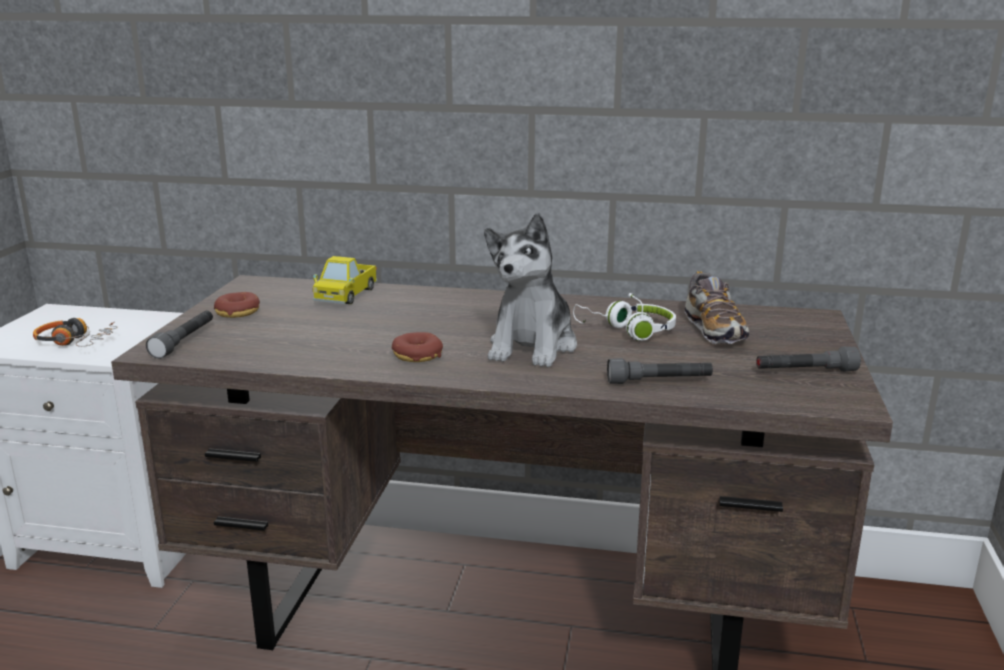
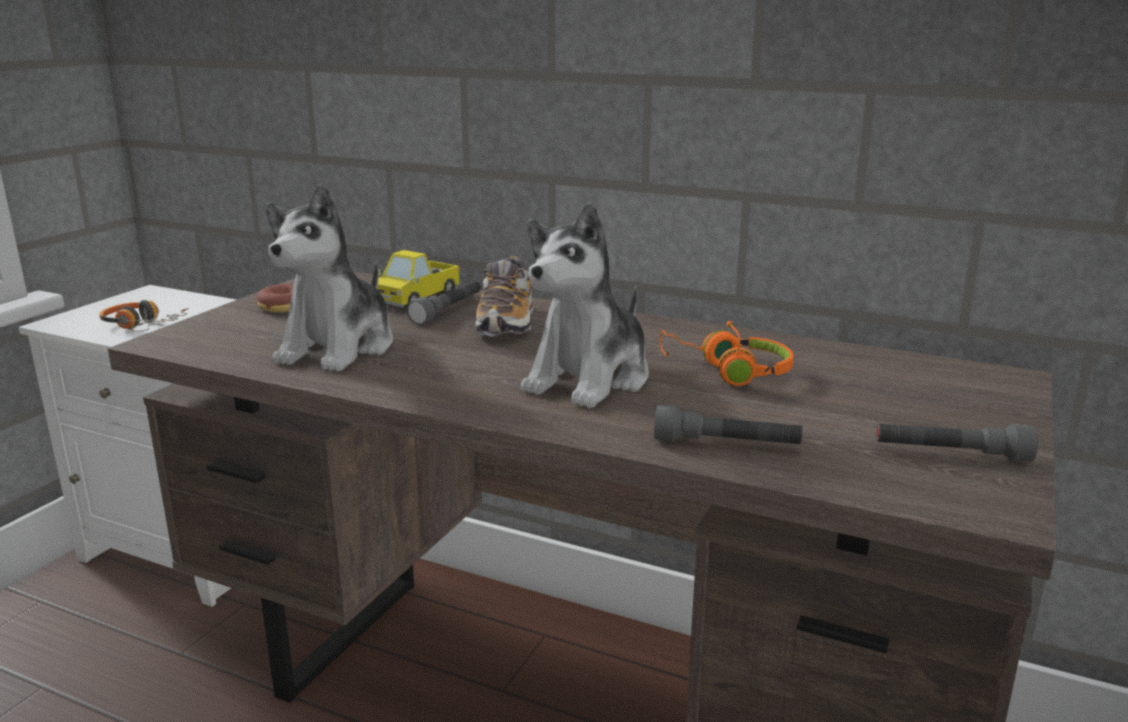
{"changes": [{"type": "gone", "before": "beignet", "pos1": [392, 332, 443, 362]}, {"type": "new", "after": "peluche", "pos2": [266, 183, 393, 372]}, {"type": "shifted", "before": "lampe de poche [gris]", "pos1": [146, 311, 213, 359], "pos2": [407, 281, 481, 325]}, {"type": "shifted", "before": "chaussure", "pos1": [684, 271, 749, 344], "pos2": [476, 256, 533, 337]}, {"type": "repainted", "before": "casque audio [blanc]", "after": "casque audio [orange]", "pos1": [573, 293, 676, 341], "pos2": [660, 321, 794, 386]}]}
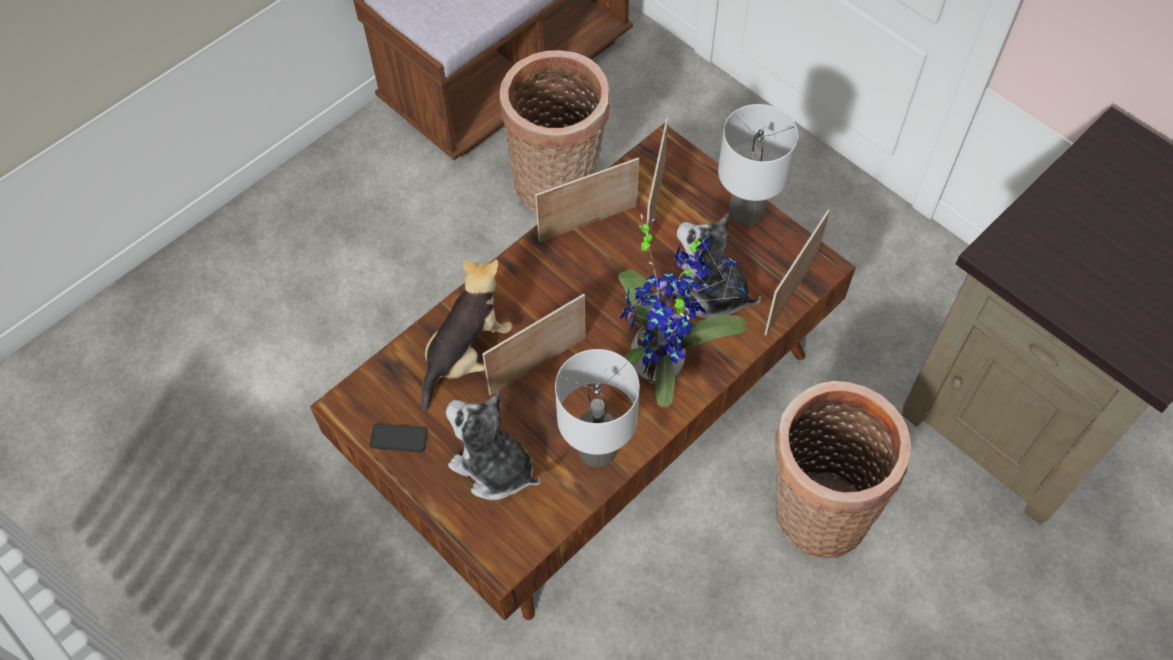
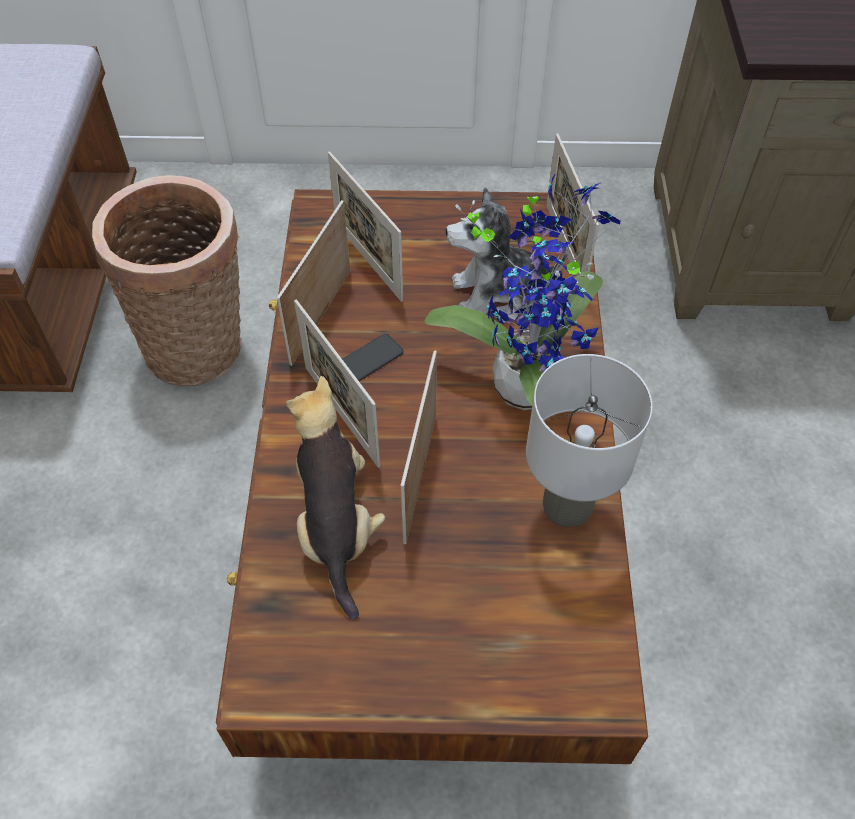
{"changes": [{"type": "gone", "before": "peluche", "pos1": [446, 391, 541, 500]}, {"type": "gone", "before": "lampe de table [blanc]", "pos1": [718, 104, 798, 226]}, {"type": "gone", "before": "panier", "pos1": [775, 381, 912, 558]}, {"type": "new", "after": "cadre photo", "pos2": [294, 300, 380, 468]}, {"type": "shifted", "before": "téléphone", "pos1": [369, 423, 428, 452], "pos2": [342, 334, 403, 381]}]}
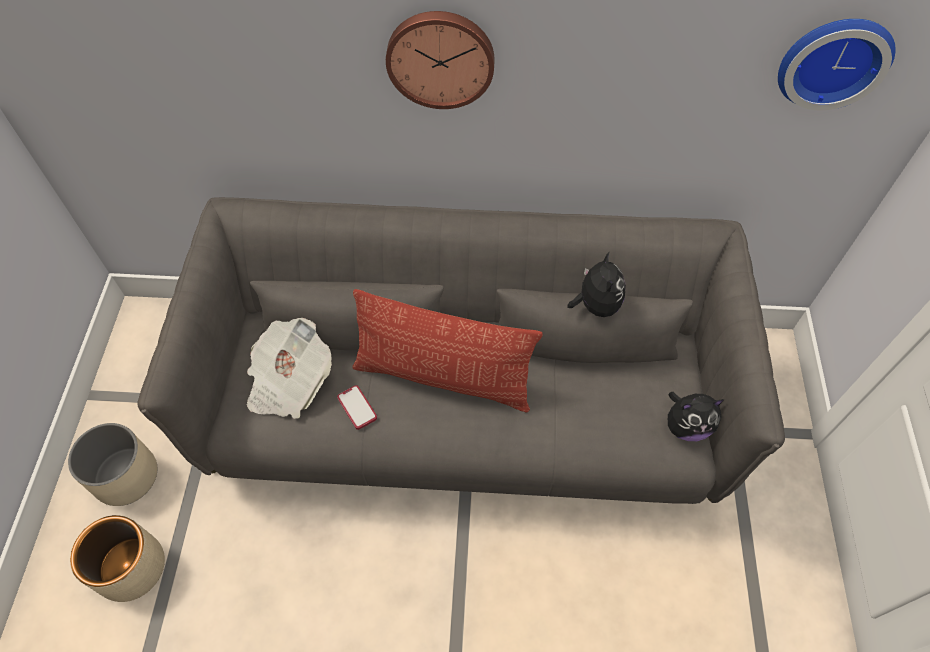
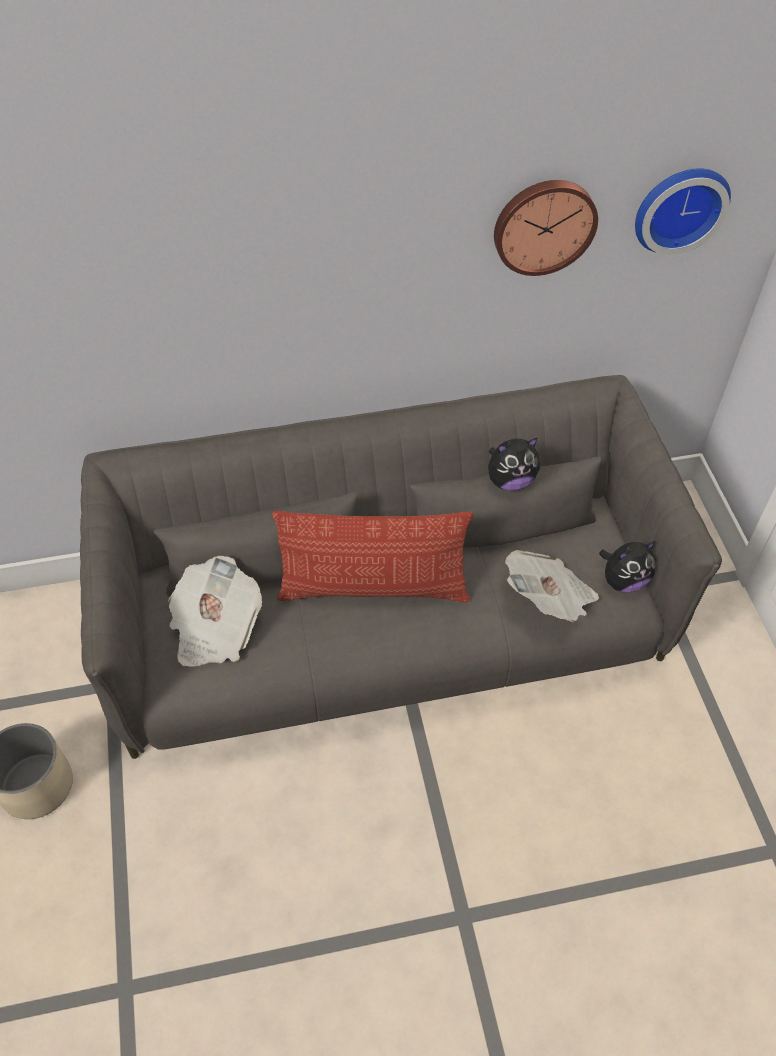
{"changes": [{"type": "gone", "before": "cache-pot [beige]", "pos1": [70, 515, 165, 602]}, {"type": "gone", "before": "téléphone", "pos1": [337, 385, 377, 430]}, {"type": "new", "after": "journal", "pos2": [505, 550, 599, 622]}, {"type": "shifted", "before": "horloge murale", "pos1": [386, 11, 495, 109], "pos2": [494, 180, 598, 276]}, {"type": "rotated", "before": "peluche", "pos1": [567, 251, 626, 317], "pos2": [488, 437, 540, 491], "turn": 90}]}
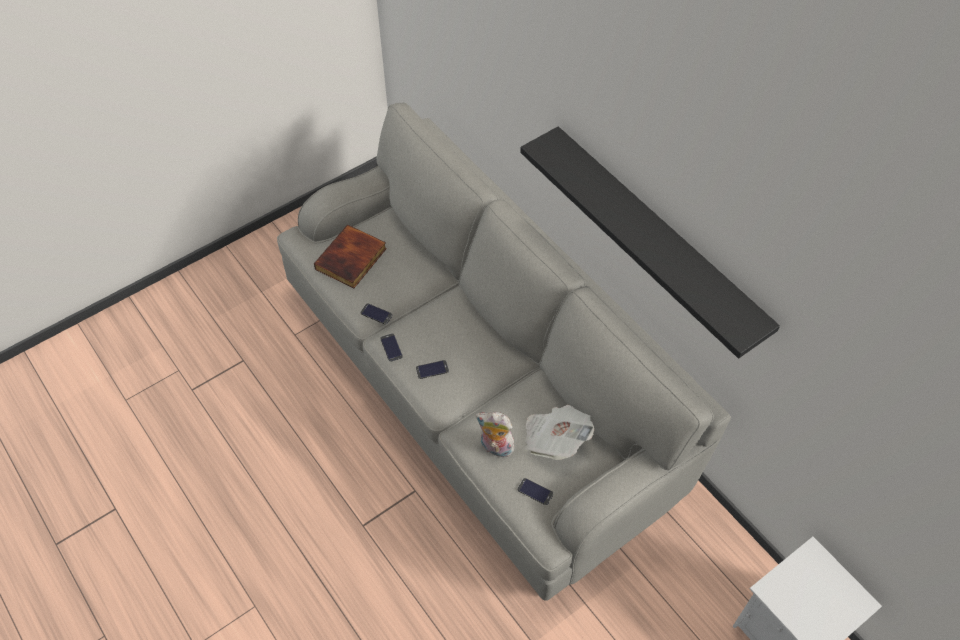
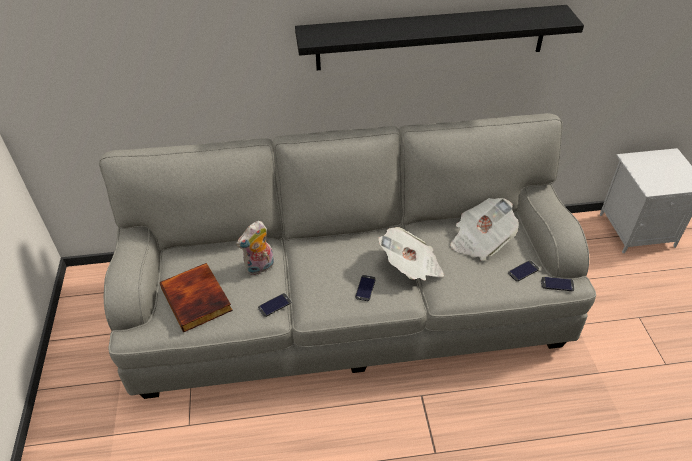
{"changes": [{"type": "new", "after": "journal", "pos2": [379, 227, 444, 281]}, {"type": "shifted", "before": "téléphone", "pos1": [380, 333, 403, 362], "pos2": [541, 277, 574, 291]}, {"type": "shifted", "before": "peluche", "pos1": [476, 412, 514, 457], "pos2": [236, 221, 274, 275]}]}
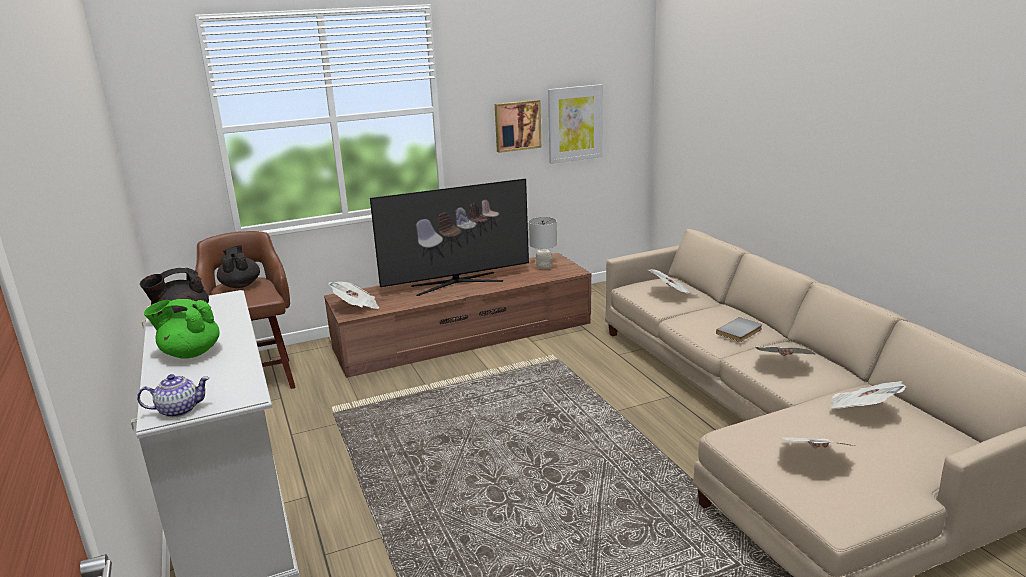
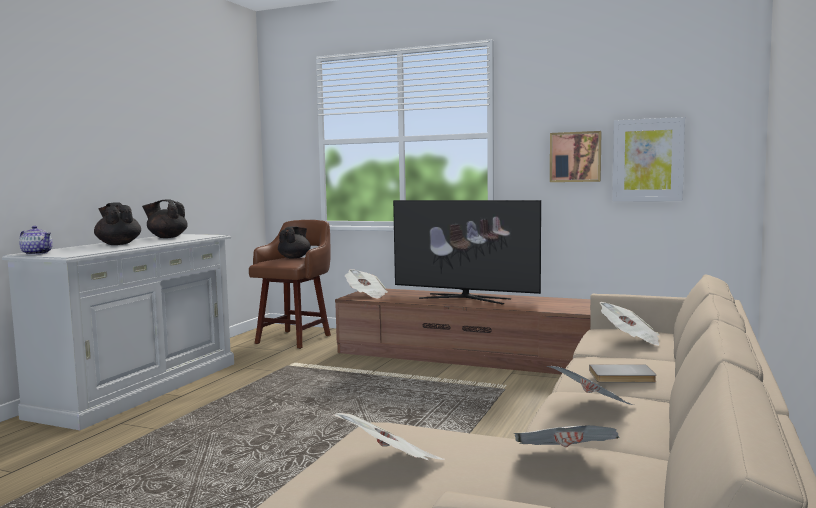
{"changes": [{"type": "gone", "before": "lampe de table [gris]", "pos1": [529, 217, 557, 269]}, {"type": "repainted", "before": "théière [vert]", "after": "théière [noir]", "pos1": [144, 299, 220, 359], "pos2": [94, 202, 141, 245]}]}
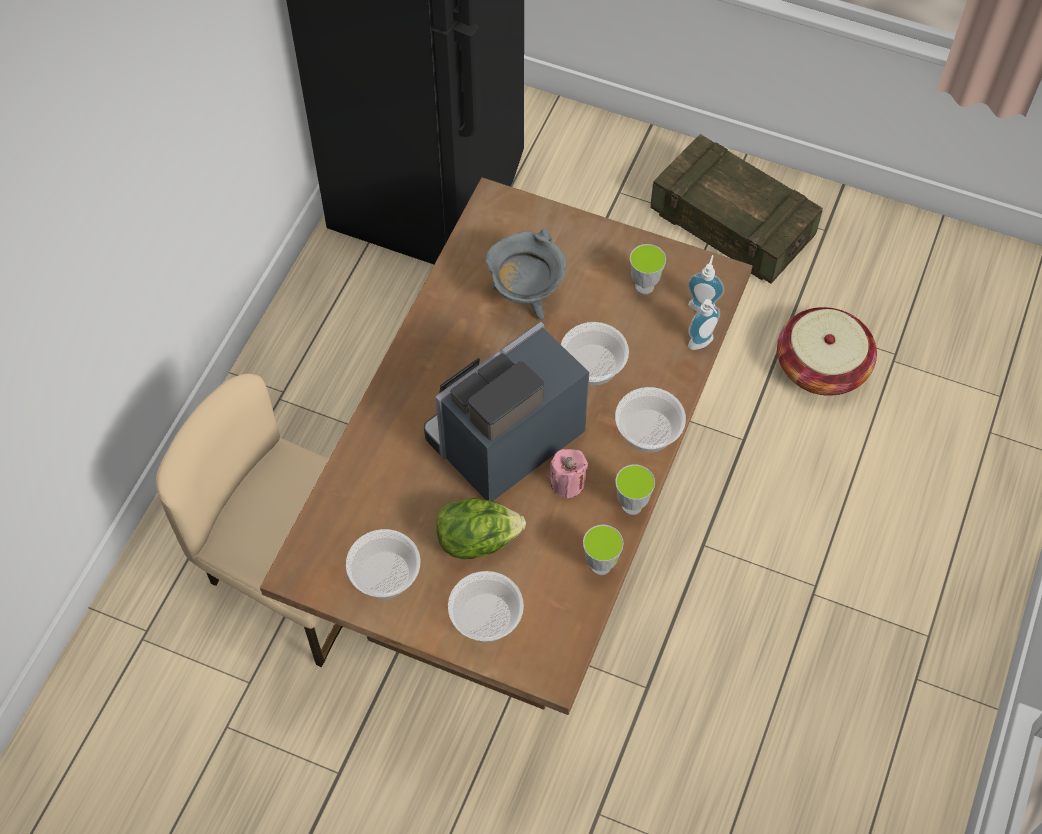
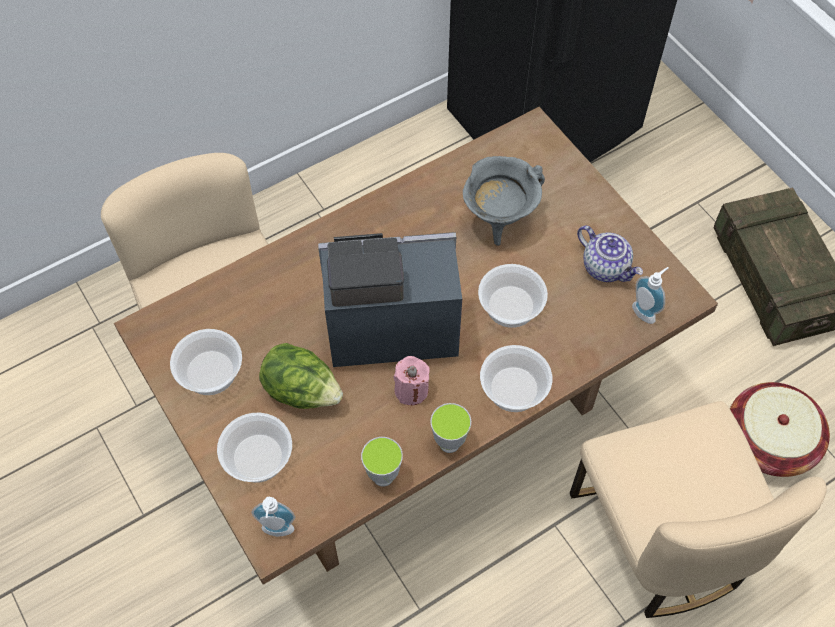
{"changes": [{"type": "new", "after": "chaise [beige]", "pos2": [570, 401, 827, 618]}, {"type": "shifted", "before": "distributeur de savon", "pos1": [688, 299, 720, 350], "pos2": [252, 497, 295, 537]}, {"type": "swapped", "before": "tasse", "after": "théière", "pos1": [630, 244, 666, 294], "pos2": [577, 225, 643, 282]}]}
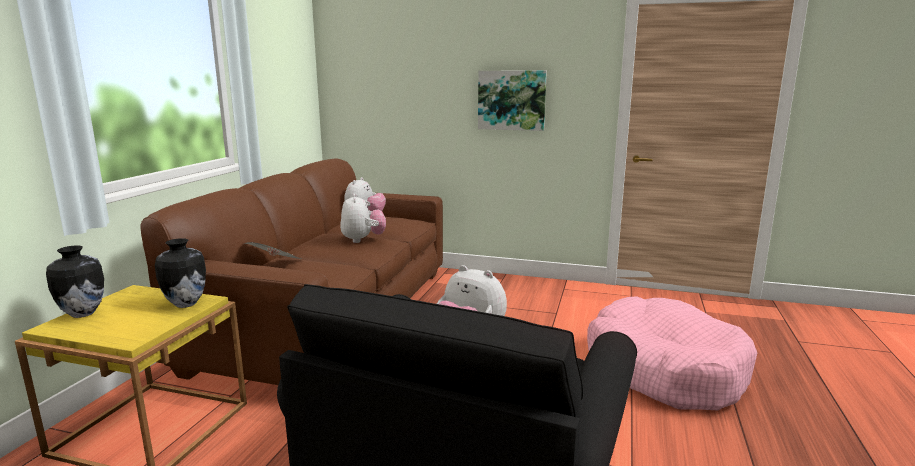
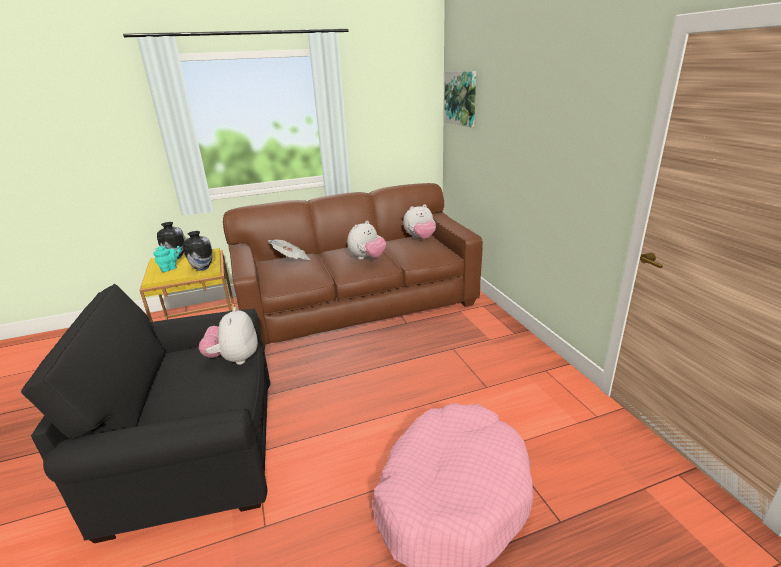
{"changes": [{"type": "new", "after": "théière [turquoise]", "pos2": [153, 246, 181, 272]}, {"type": "shifted", "before": "tableau", "pos1": [478, 71, 547, 131], "pos2": [444, 71, 476, 128]}]}
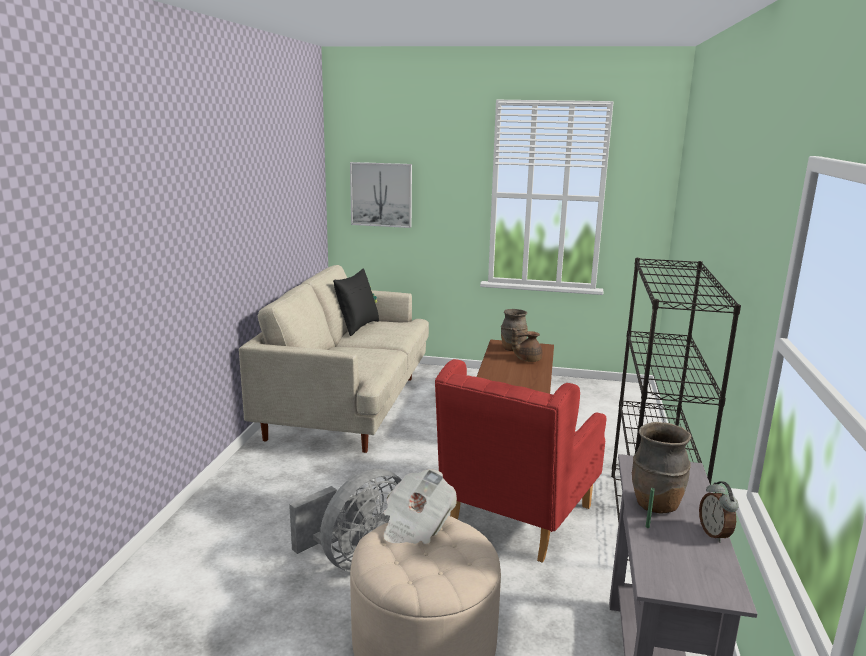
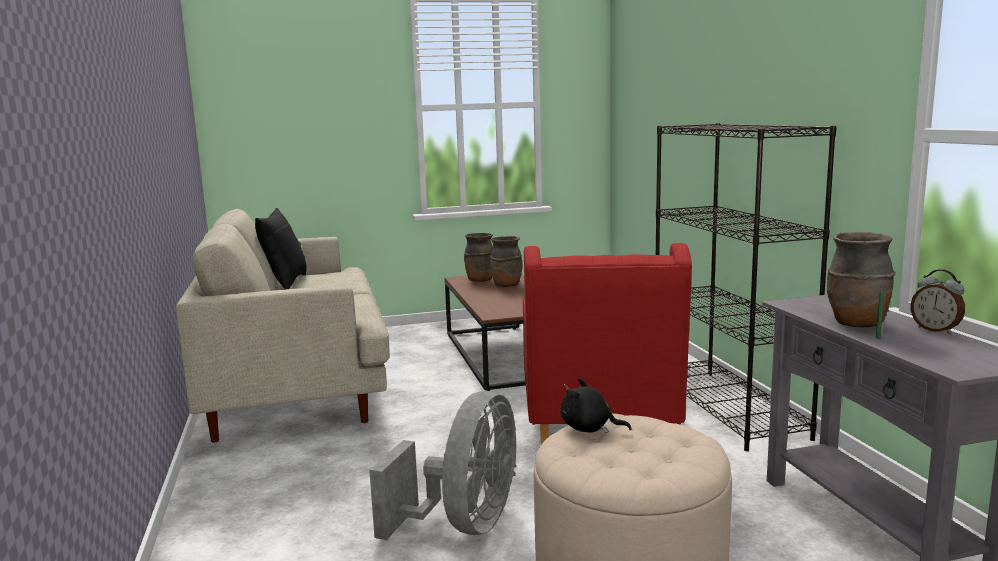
{"changes": [{"type": "gone", "before": "tableau", "pos1": [350, 162, 412, 228]}, {"type": "swapped", "before": "journal", "after": "peluche [noir]", "pos1": [383, 469, 457, 544], "pos2": [560, 378, 632, 433]}, {"type": "swapped", "before": "théière [marron]", "after": "vase [marron]", "pos1": [511, 328, 542, 362], "pos2": [490, 236, 523, 287]}]}
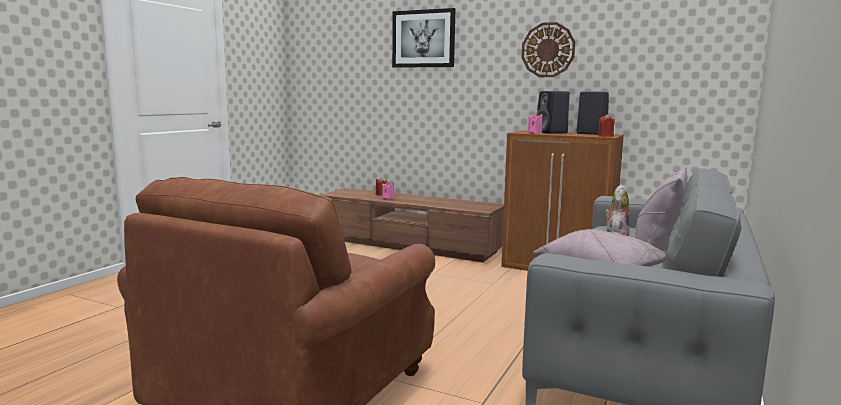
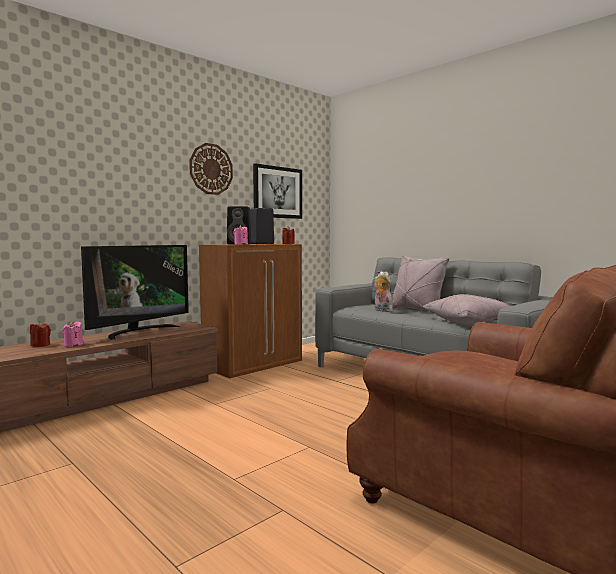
{"changes": [{"type": "new", "after": "téléviseur", "pos2": [81, 245, 189, 340]}, {"type": "shifted", "before": "tableau", "pos1": [392, 8, 456, 68], "pos2": [253, 163, 302, 219]}]}
